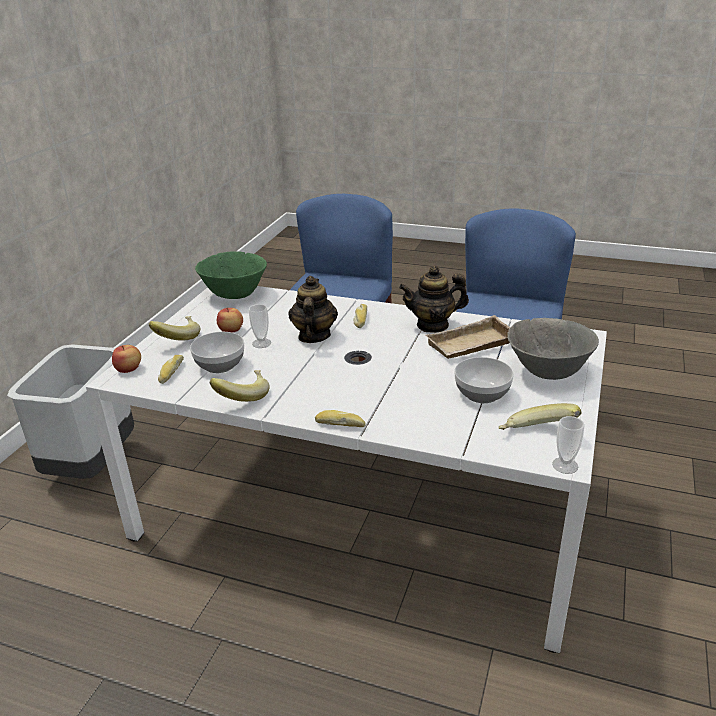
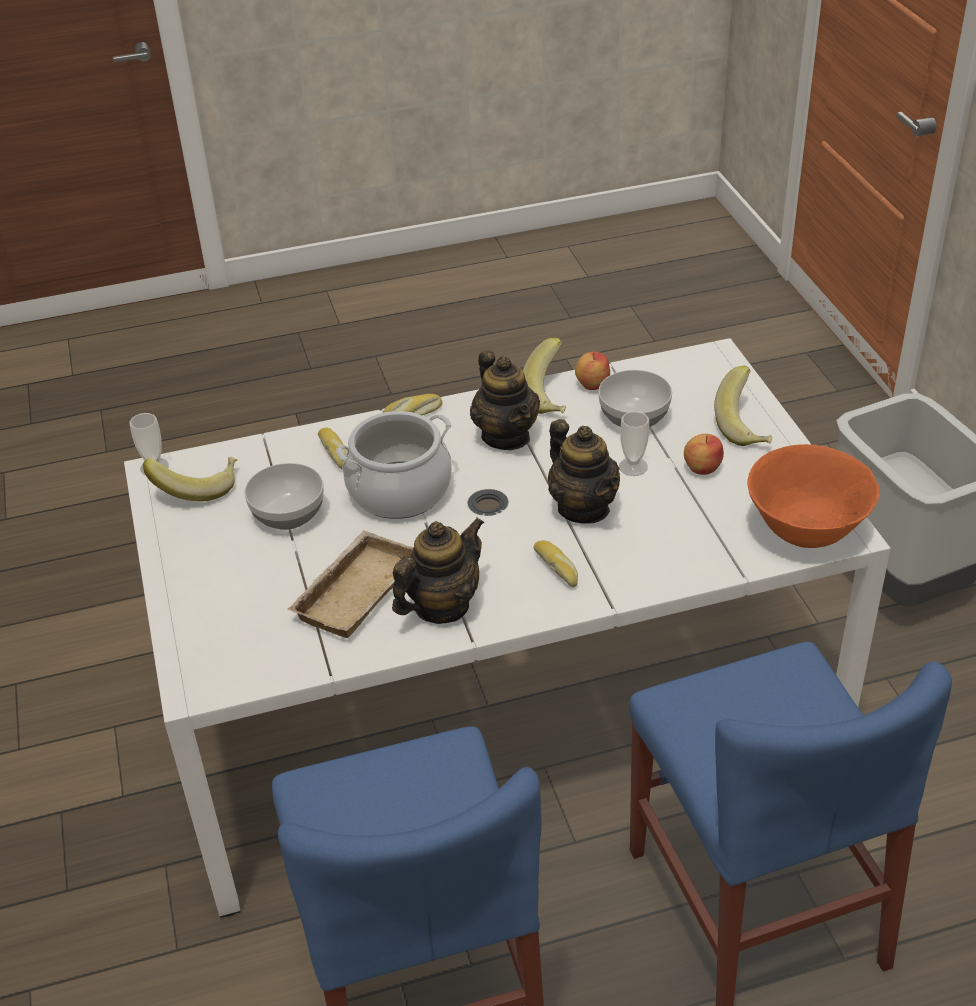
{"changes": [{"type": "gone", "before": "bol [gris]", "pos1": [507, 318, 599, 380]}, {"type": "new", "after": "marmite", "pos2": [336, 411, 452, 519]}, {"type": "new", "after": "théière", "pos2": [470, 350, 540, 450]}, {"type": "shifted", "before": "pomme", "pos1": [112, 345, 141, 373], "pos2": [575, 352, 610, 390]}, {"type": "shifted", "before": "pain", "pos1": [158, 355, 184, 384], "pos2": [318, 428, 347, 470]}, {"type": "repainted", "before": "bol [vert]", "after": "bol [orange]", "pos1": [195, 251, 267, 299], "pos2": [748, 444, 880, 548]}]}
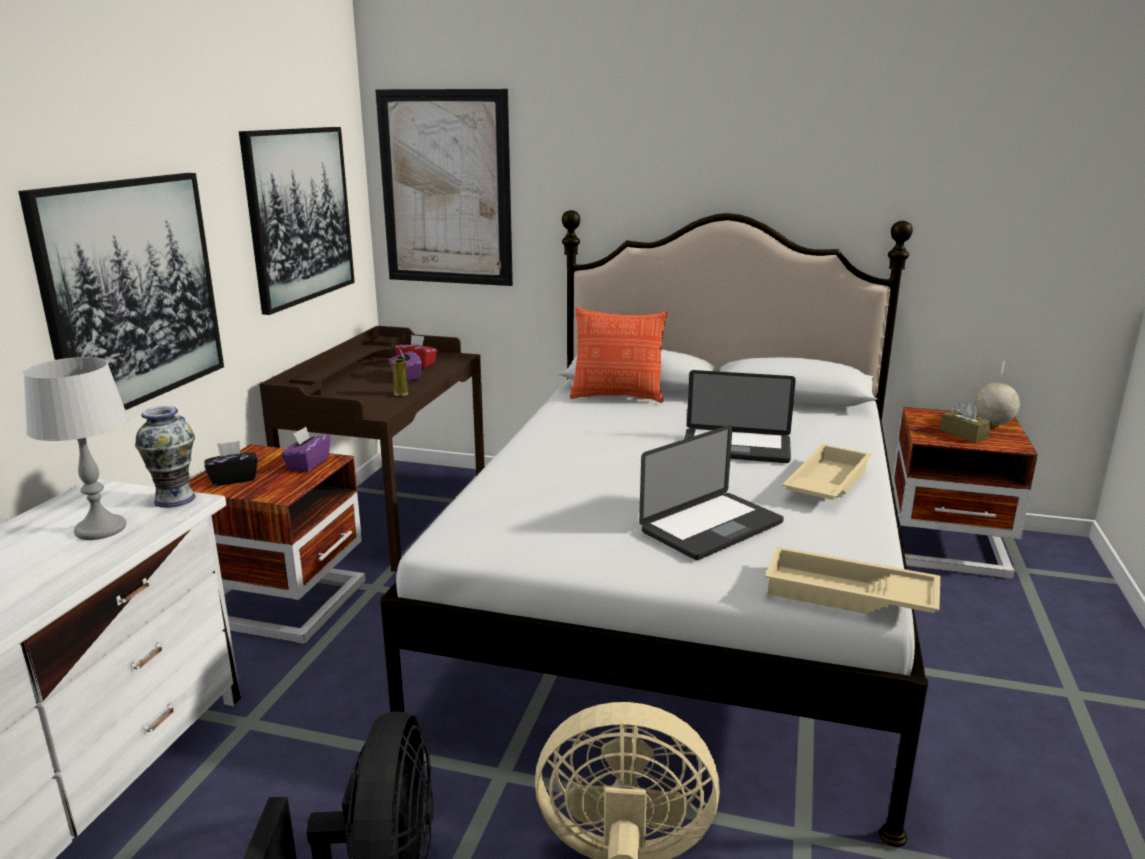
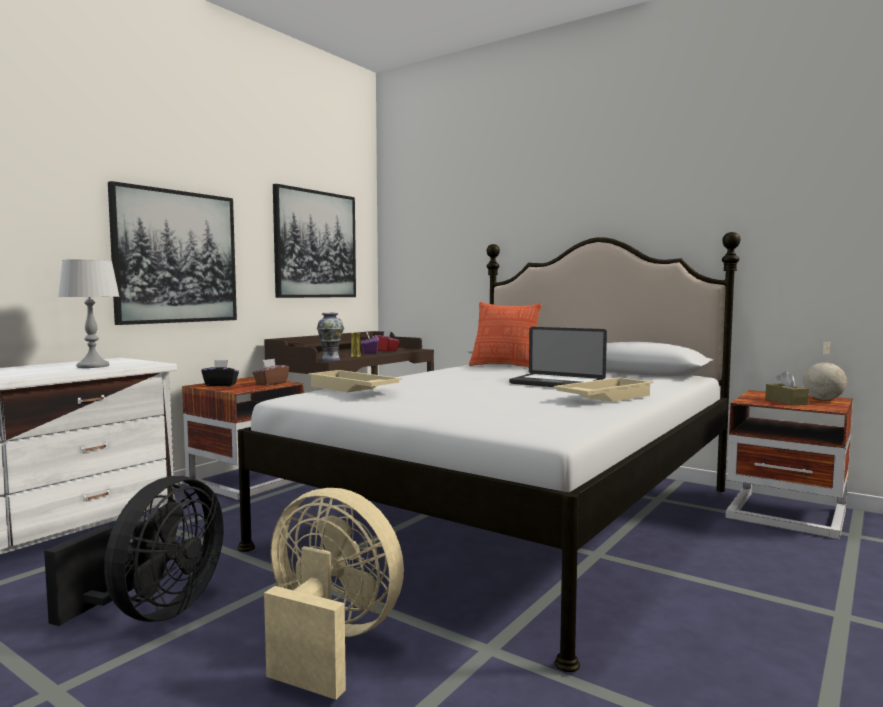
{"changes": [{"type": "gone", "before": "tableau", "pos1": [375, 89, 513, 286]}, {"type": "gone", "before": "ordinateur portable", "pos1": [639, 425, 784, 560]}, {"type": "shifted", "before": "vase", "pos1": [135, 406, 195, 508], "pos2": [317, 313, 344, 361]}, {"type": "shifted", "before": "plateau [beige]", "pos1": [765, 546, 940, 614], "pos2": [308, 370, 402, 393]}, {"type": "repainted", "before": "boîte à mouchoirs [violet]", "after": "boîte à mouchoirs [marron]", "pos1": [281, 427, 330, 472], "pos2": [253, 359, 289, 385]}]}
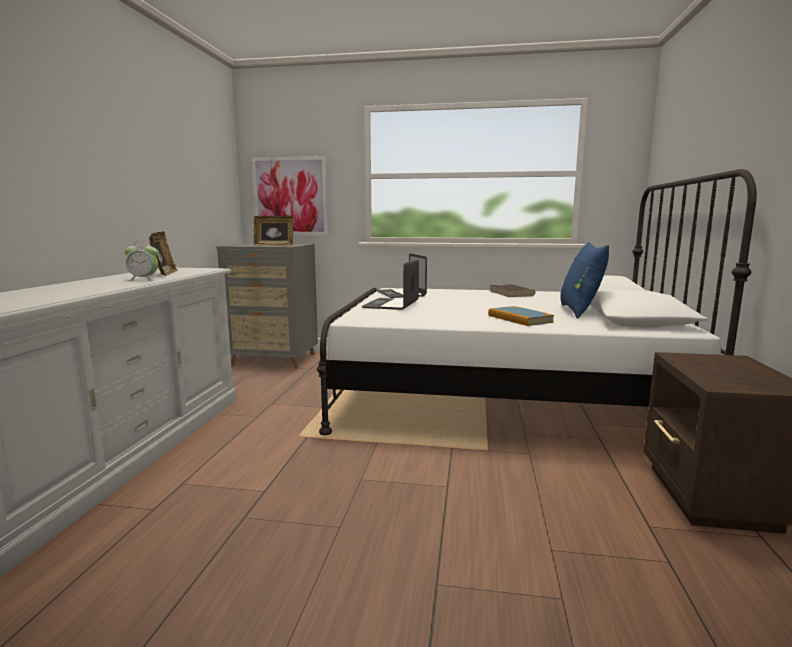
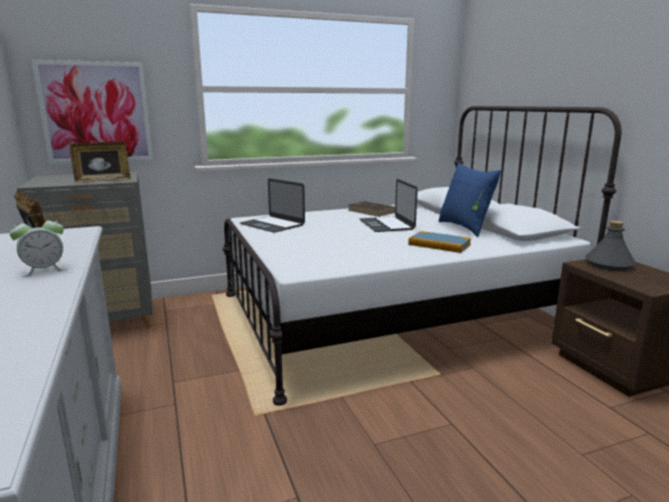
{"changes": [{"type": "new", "after": "bouteille [gris]", "pos2": [585, 221, 636, 270]}, {"type": "shifted", "before": "ordinateur portable", "pos1": [362, 259, 419, 310], "pos2": [359, 179, 418, 232]}]}
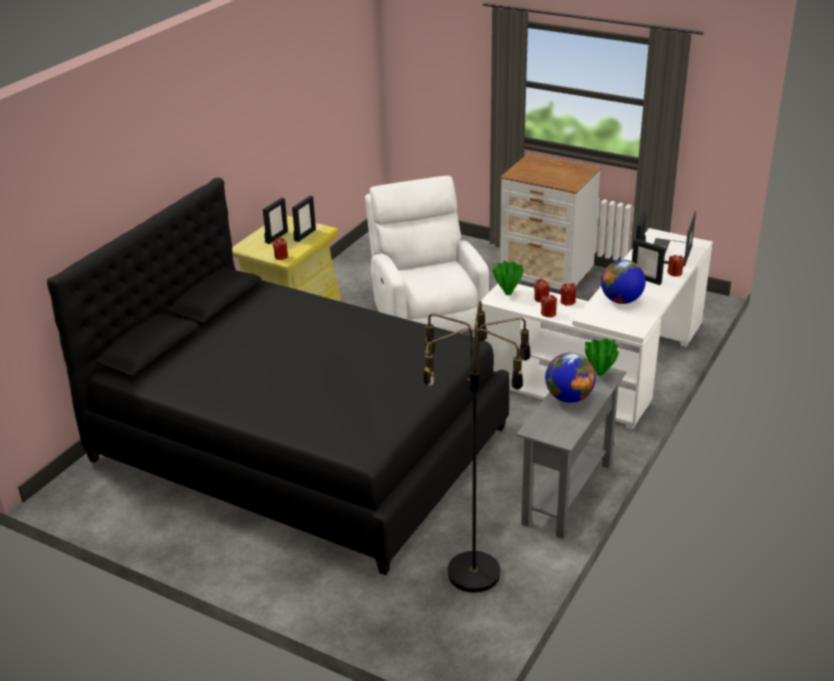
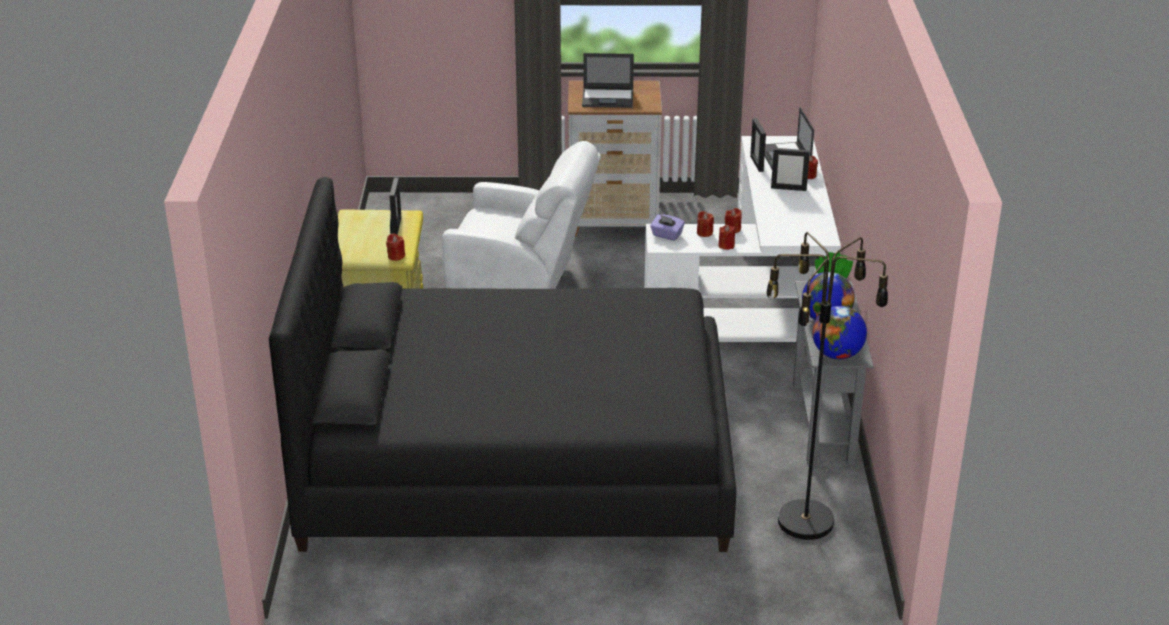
{"changes": [{"type": "gone", "before": "cadre photo", "pos1": [263, 198, 288, 244]}, {"type": "new", "after": "ordinateur portable", "pos2": [582, 53, 634, 108]}, {"type": "shifted", "before": "globe", "pos1": [601, 260, 646, 304], "pos2": [812, 306, 867, 359]}, {"type": "swapped", "before": "vase [vert]", "after": "boîte à mouchoirs [violet]", "pos1": [493, 261, 524, 295], "pos2": [650, 214, 685, 241]}, {"type": "rotated", "before": "fauteuil [blanc]", "pos1": [365, 176, 489, 332], "pos2": [442, 141, 601, 289], "turn": 150}]}
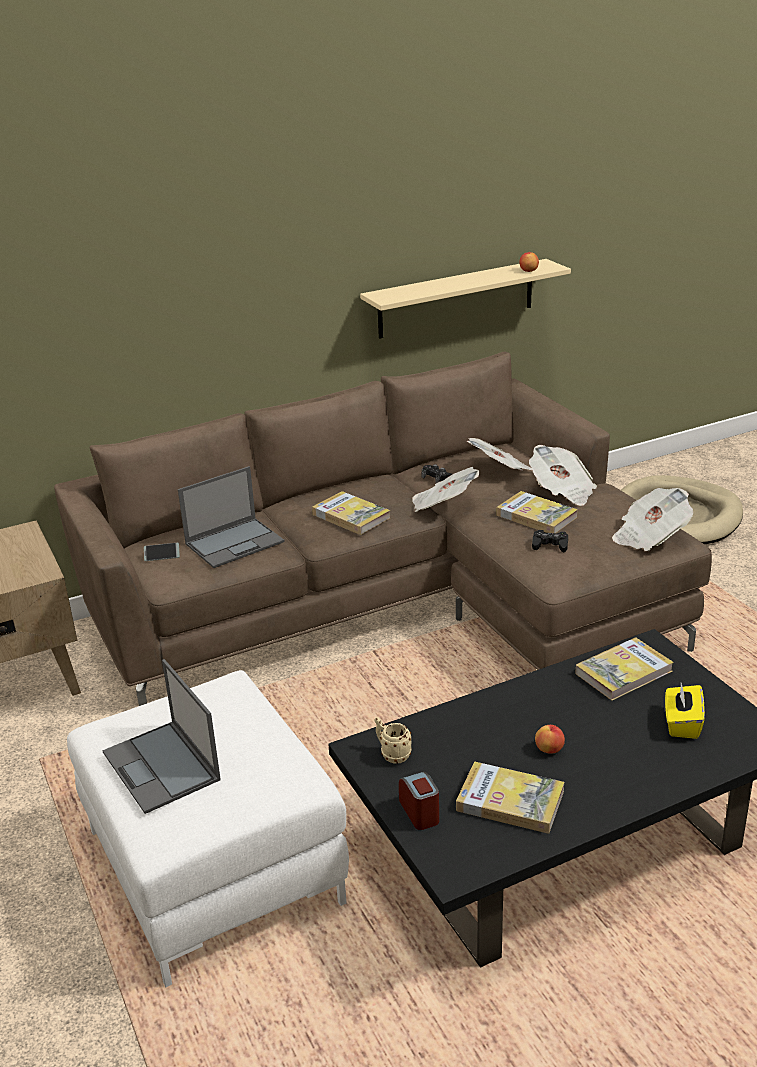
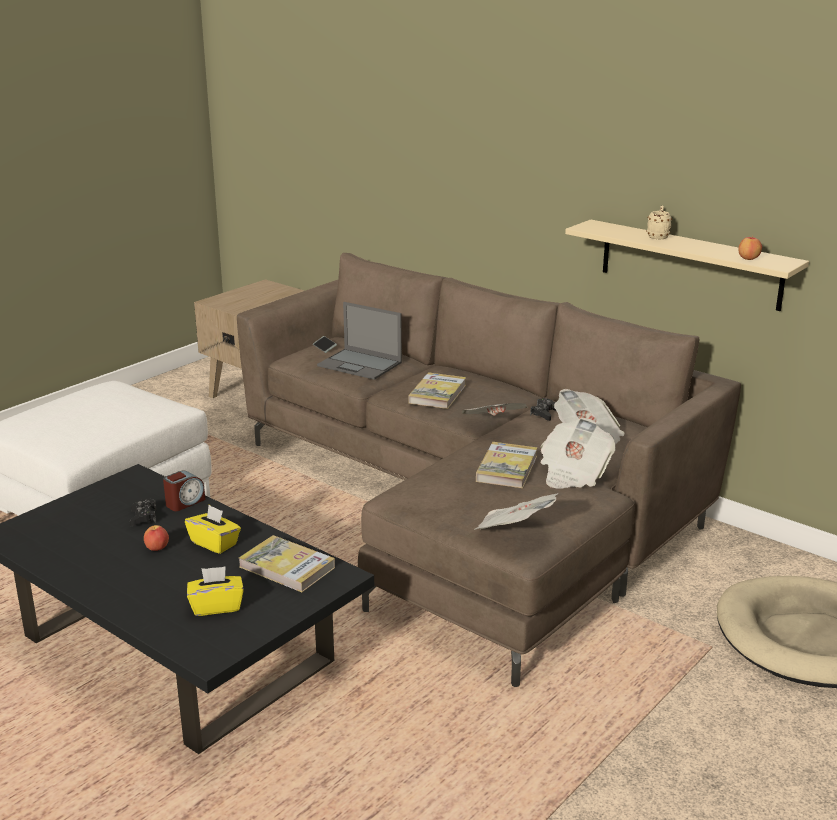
{"changes": [{"type": "gone", "before": "ordinateur portable", "pos1": [102, 659, 221, 814]}, {"type": "gone", "before": "livre", "pos1": [456, 761, 564, 834]}, {"type": "new", "after": "boîte à mouchoirs [jaune]", "pos2": [185, 505, 241, 554]}, {"type": "shifted", "before": "mug [beige]", "pos1": [375, 717, 411, 764], "pos2": [646, 206, 672, 239]}, {"type": "shifted", "before": "réveil", "pos1": [399, 772, 439, 830], "pos2": [163, 471, 205, 511]}, {"type": "shifted", "before": "manette [noir]", "pos1": [532, 530, 568, 552], "pos2": [130, 498, 156, 526]}]}
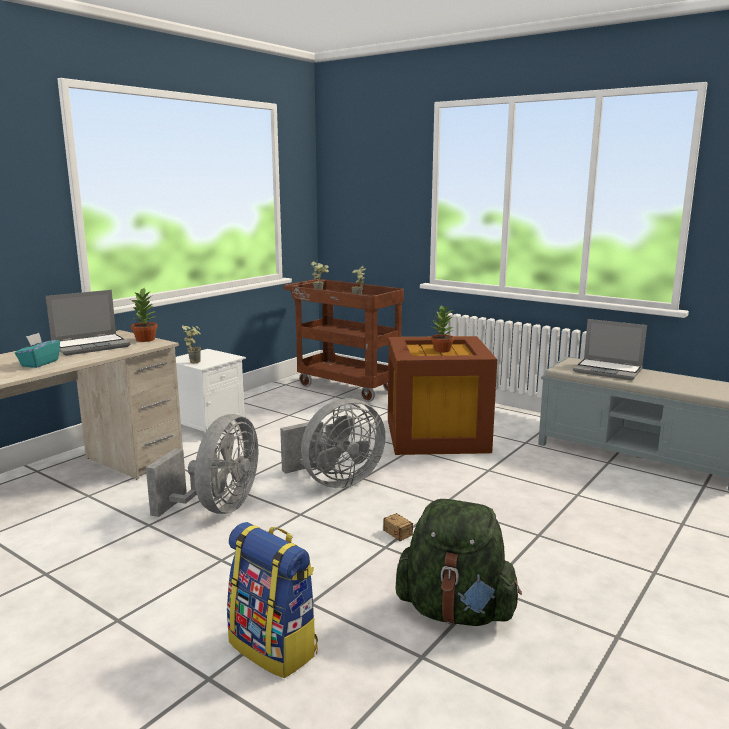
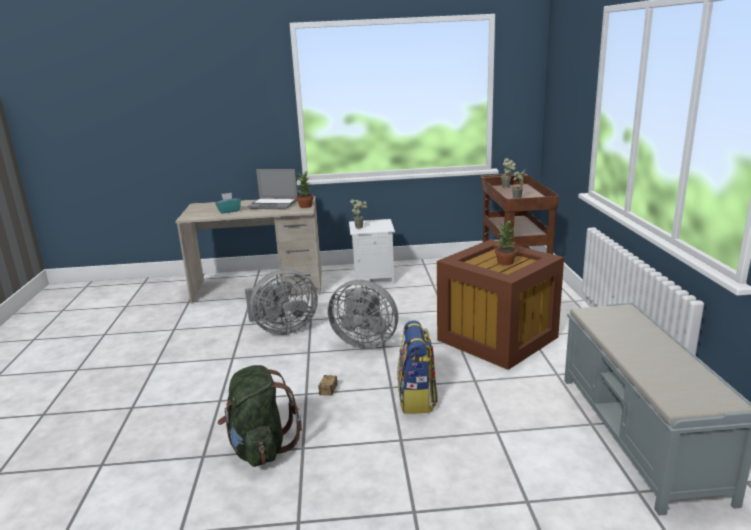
{"changes": [{"type": "gone", "before": "ordinateur portable", "pos1": [573, 319, 647, 380]}, {"type": "shifted", "before": "sac à dos", "pos1": [227, 522, 318, 679], "pos2": [397, 320, 438, 414]}]}
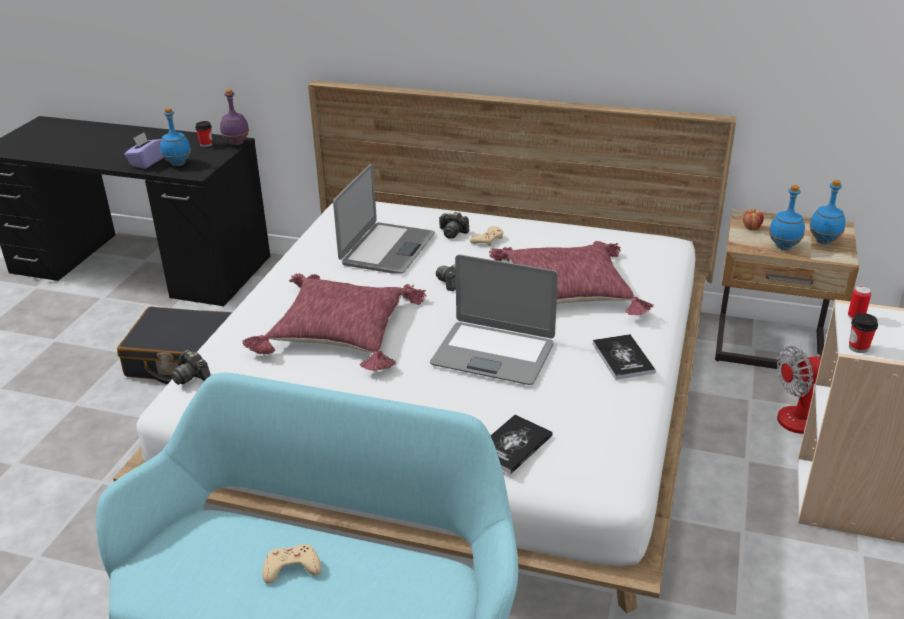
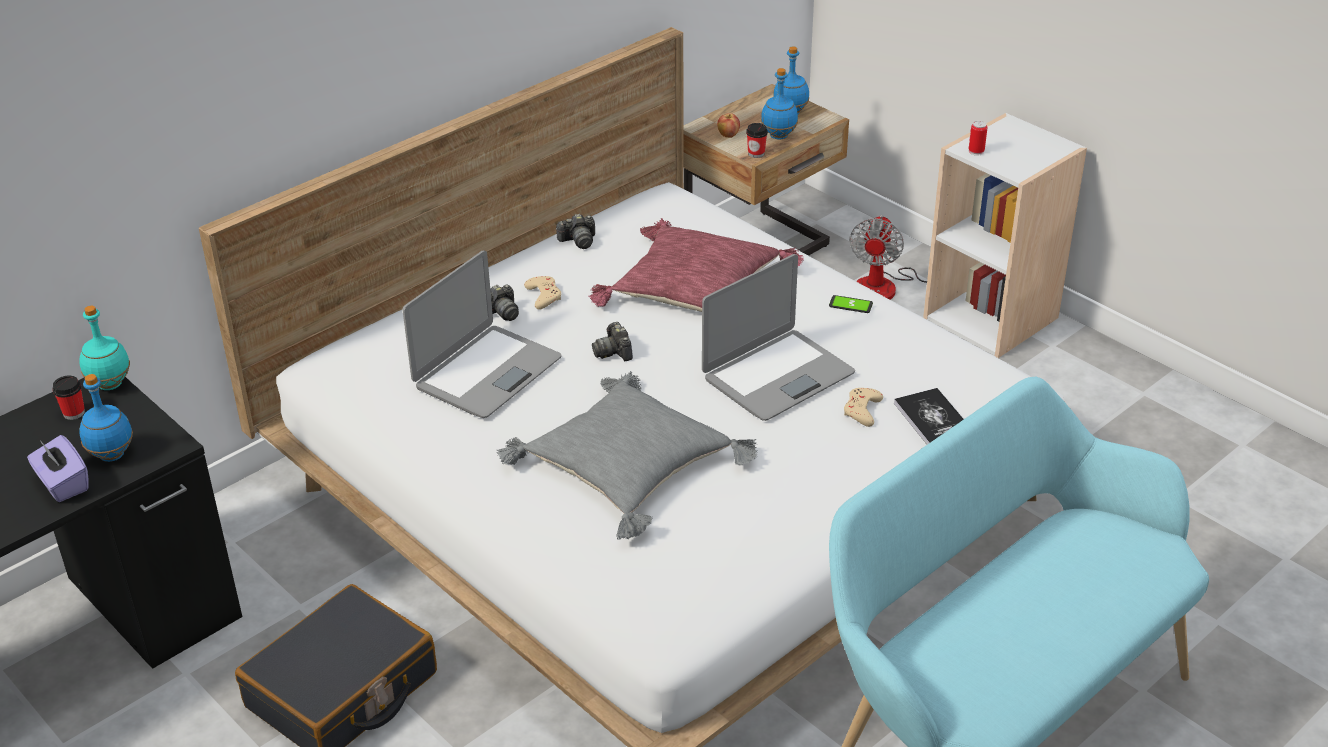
{"changes": [{"type": "shifted", "before": "appareil photo", "pos1": [171, 350, 211, 385], "pos2": [556, 214, 595, 249]}, {"type": "shifted", "before": "manette [beige]", "pos1": [262, 544, 322, 583], "pos2": [844, 388, 883, 427]}, {"type": "shifted", "before": "tasse", "pos1": [849, 313, 878, 353], "pos2": [746, 123, 768, 158]}, {"type": "swapped", "before": "livre", "after": "téléphone", "pos1": [593, 334, 656, 380], "pos2": [829, 295, 873, 313]}, {"type": "repainted", "before": "bouteille [violet]", "after": "bouteille [turquoise]", "pos1": [220, 89, 249, 146], "pos2": [79, 306, 130, 390]}, {"type": "repainted", "before": "coussin [rouge]", "after": "coussin [gris]", "pos1": [242, 273, 426, 371], "pos2": [496, 371, 758, 540]}, {"type": "rotated", "before": "ordinateur portable", "pos1": [333, 164, 435, 274], "pos2": [403, 250, 562, 418], "turn": 75}]}
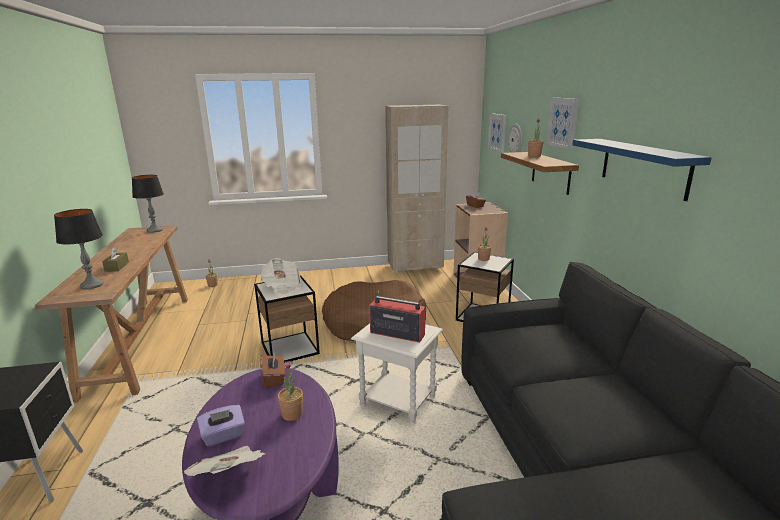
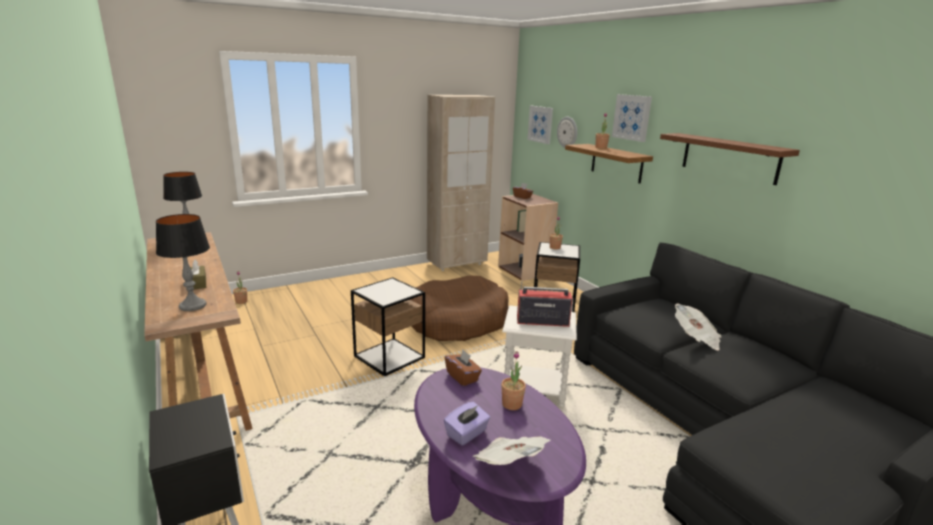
{"changes": [{"type": "shifted", "before": "journal", "pos1": [261, 258, 301, 295], "pos2": [675, 303, 721, 351]}, {"type": "repainted", "before": "étagère [bleu]", "after": "étagère [marron]", "pos1": [572, 139, 711, 201], "pos2": [660, 133, 800, 185]}]}
